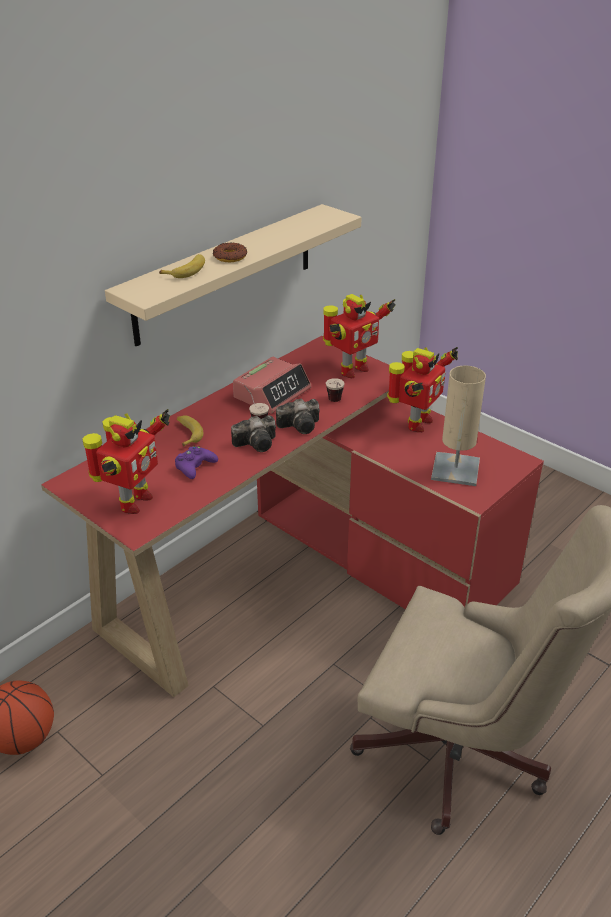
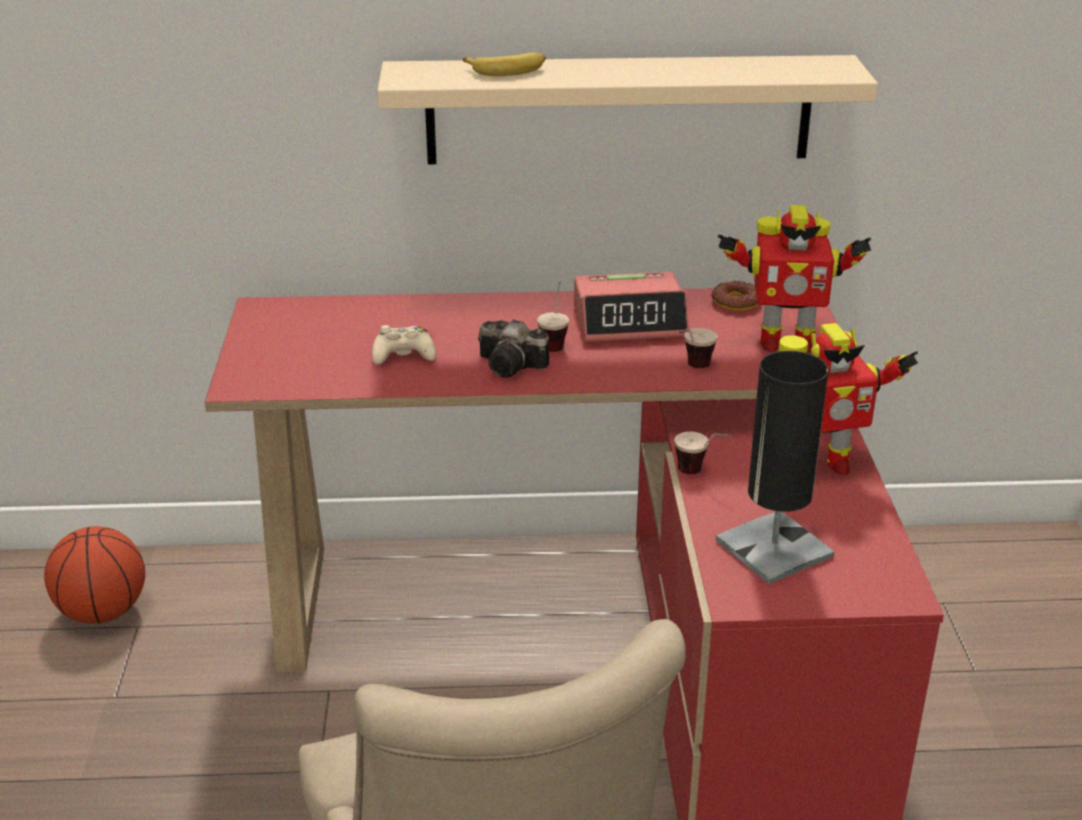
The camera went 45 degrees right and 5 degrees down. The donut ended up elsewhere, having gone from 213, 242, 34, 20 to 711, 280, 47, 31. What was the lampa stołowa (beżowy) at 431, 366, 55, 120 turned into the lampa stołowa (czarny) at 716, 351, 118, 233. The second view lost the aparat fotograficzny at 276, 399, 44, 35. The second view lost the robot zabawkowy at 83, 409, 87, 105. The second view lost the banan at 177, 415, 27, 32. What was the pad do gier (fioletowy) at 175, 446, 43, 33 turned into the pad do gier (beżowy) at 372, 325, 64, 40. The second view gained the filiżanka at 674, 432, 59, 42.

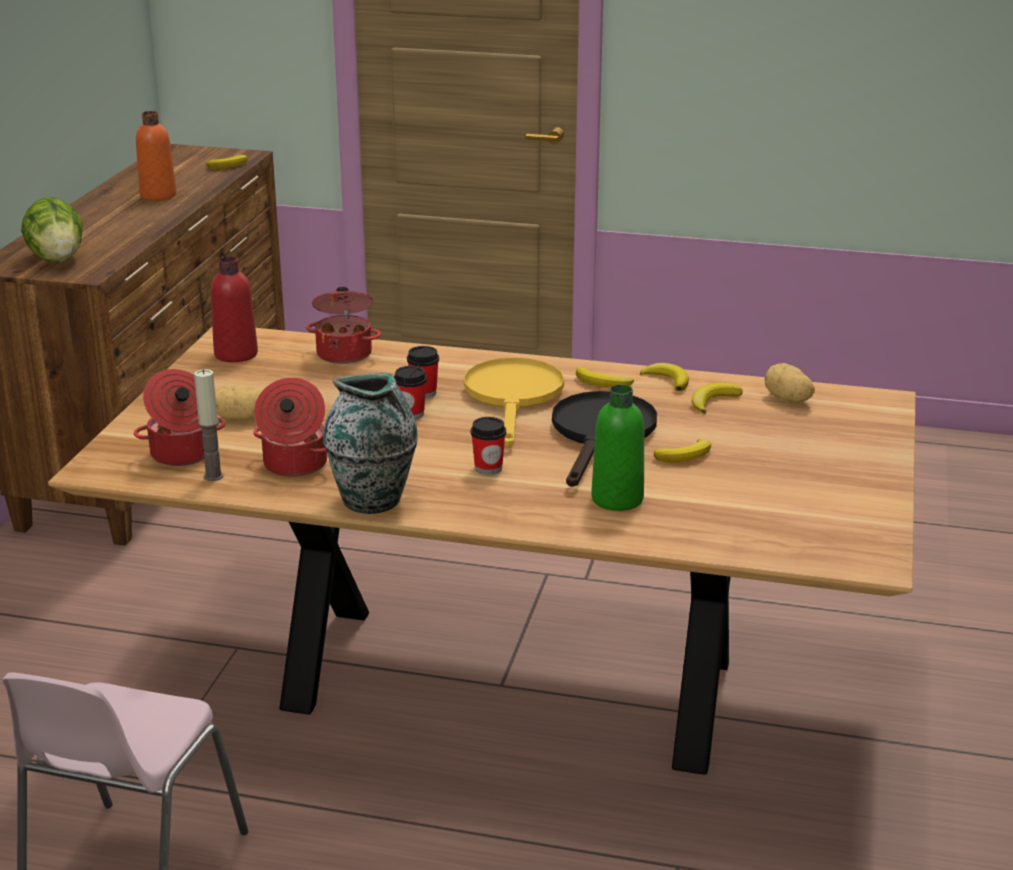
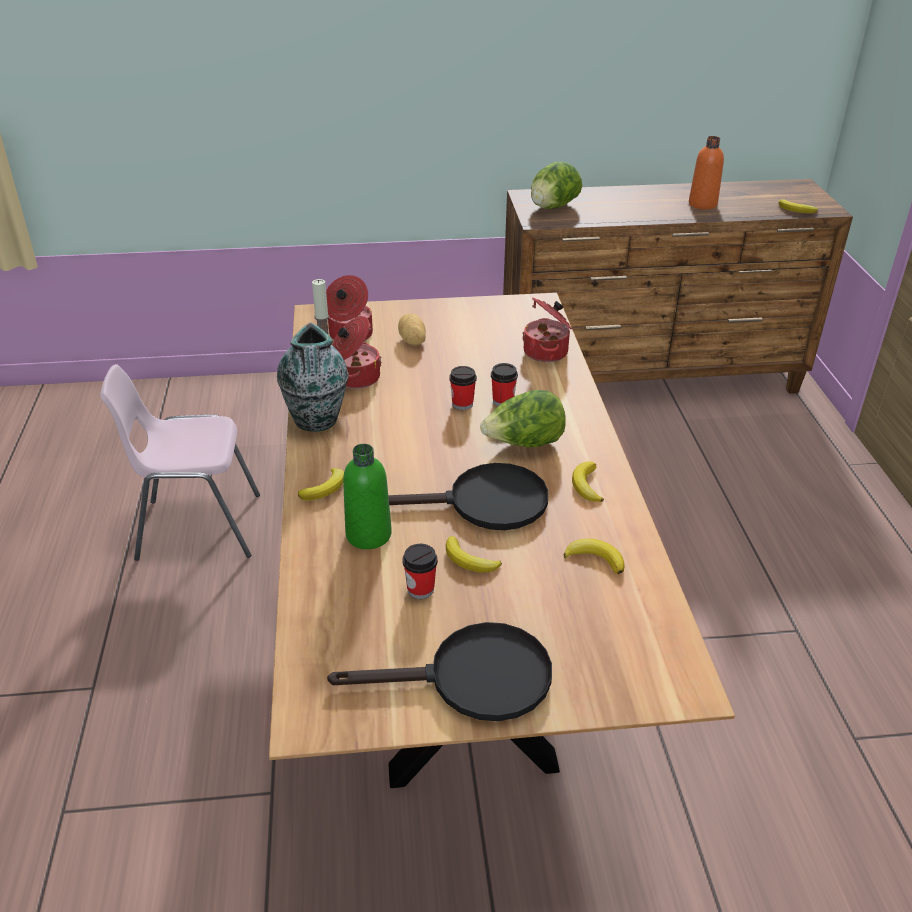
The camera went 70 degrees right and 10 degrees up. The second view lost the butelka (czerwony) at 211, 256, 47, 106. Where the patelnia (żółty) stood at 464, 357, 100, 90, the sałata came to stand at 480, 390, 86, 58. The banan ended up elsewhere, having gone from 640, 363, 49, 28 to 298, 468, 46, 32. The second view lost the ziemniak at 765, 363, 50, 40. The filiżanka ended up elsewhere, having gone from 471, 417, 35, 58 to 402, 544, 36, 55. The second view gained the patelnia (czarny) at 327, 622, 225, 99.

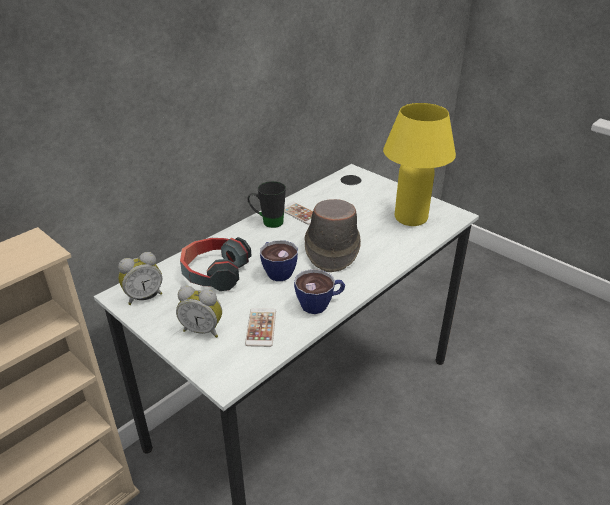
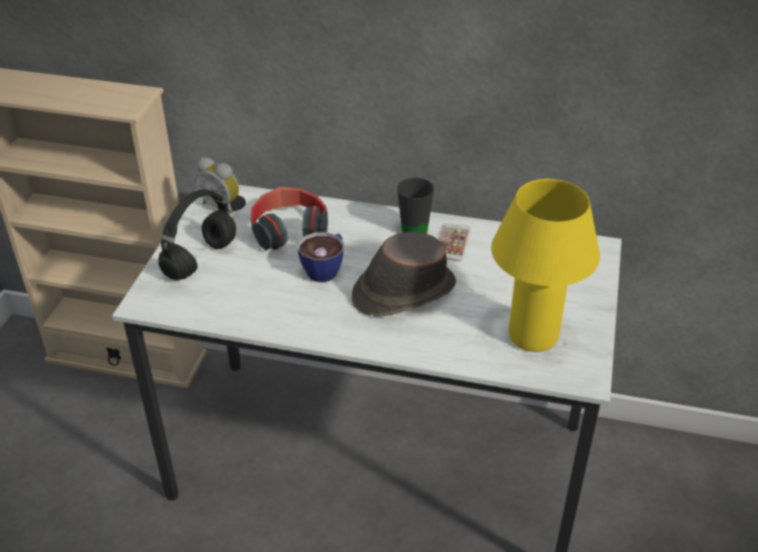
The camera went 60 degrees right and 5 degrees up. The second view lost the filiżanka at 294, 269, 51, 45. Where the budzik stood at 176, 286, 46, 52, the słuchawki (czarny) came to stand at 158, 189, 78, 91. The second view lost the telefon at 245, 308, 31, 39.

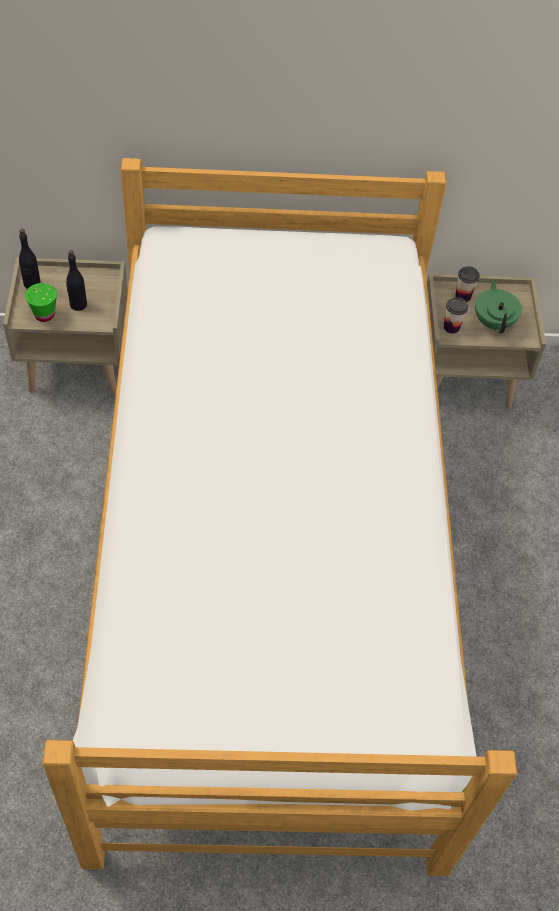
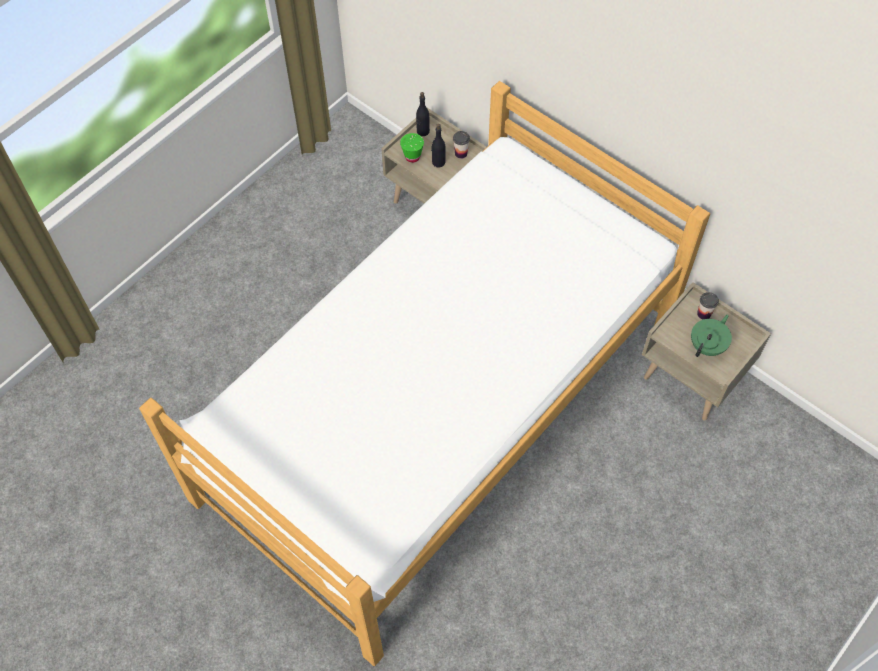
The camera went 45 degrees right and 5 degrees up. The filiżanka ended up elsewhere, having gone from 444, 297, 24, 37 to 453, 131, 17, 28.

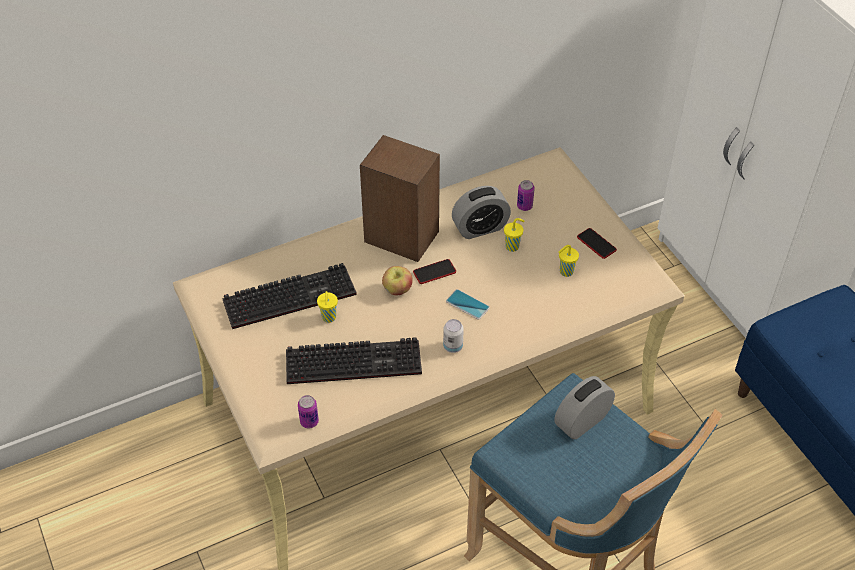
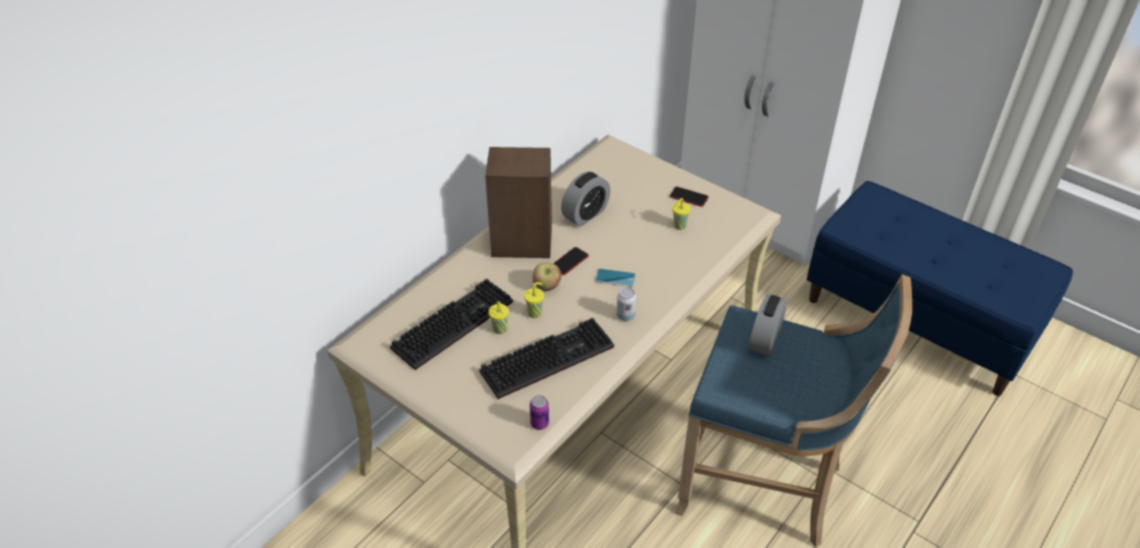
The camera went 25 degrees left and 5 degrees down. The second view lost the puszka at 517, 180, 18, 31. The filiżanka (żółty) ended up elsewhere, having gone from 504, 218, 21, 34 to 524, 282, 20, 36.

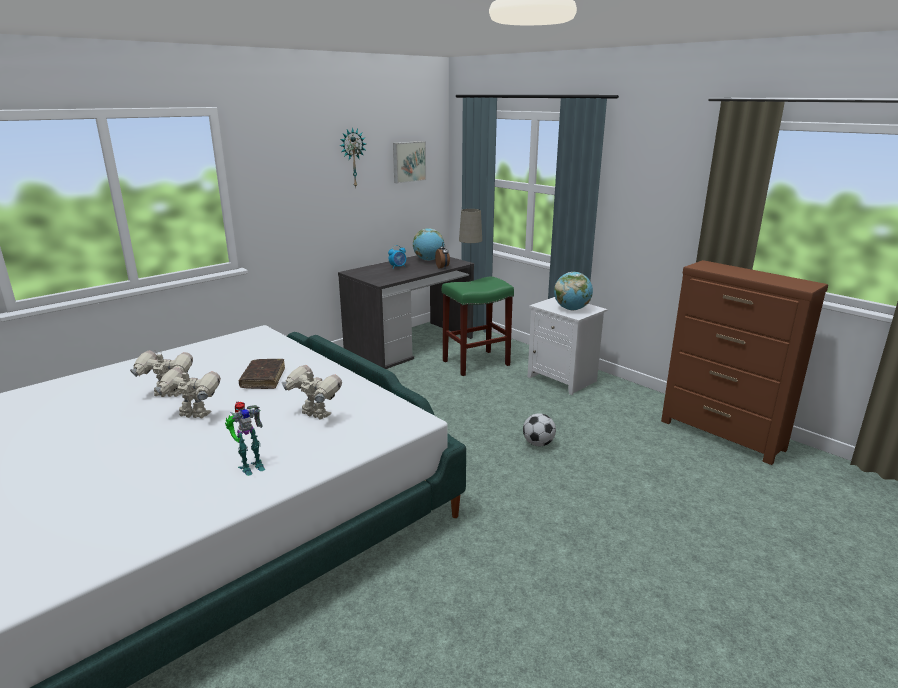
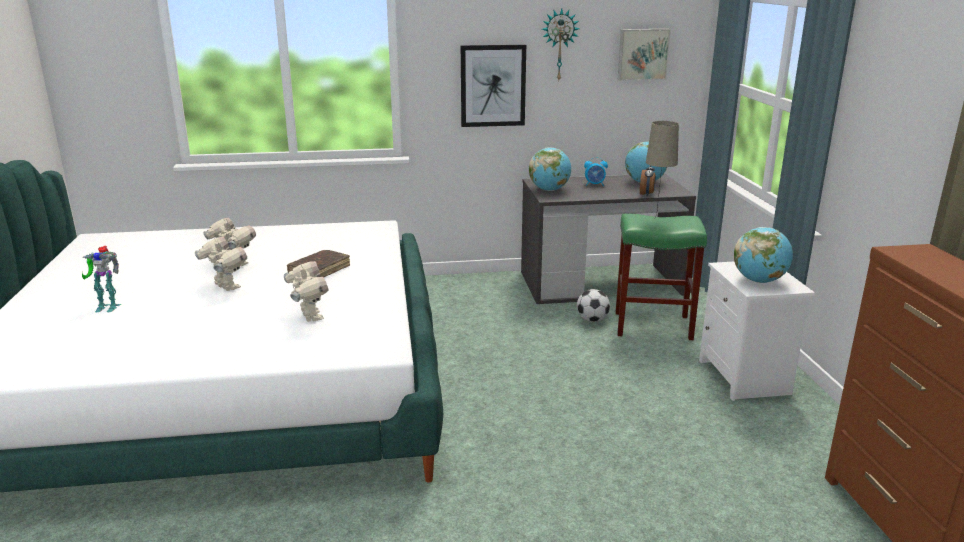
The camera went 35 degrees right and 0 degrees up. The robot zabawkowy ended up elsewhere, having gone from 225, 401, 40, 75 to 82, 246, 39, 67. The piłka futbolowa ended up elsewhere, having gone from 523, 413, 33, 33 to 577, 289, 33, 33. The second view gained the obraz at 461, 45, 65, 82. The second view gained the globus at 529, 148, 42, 43.

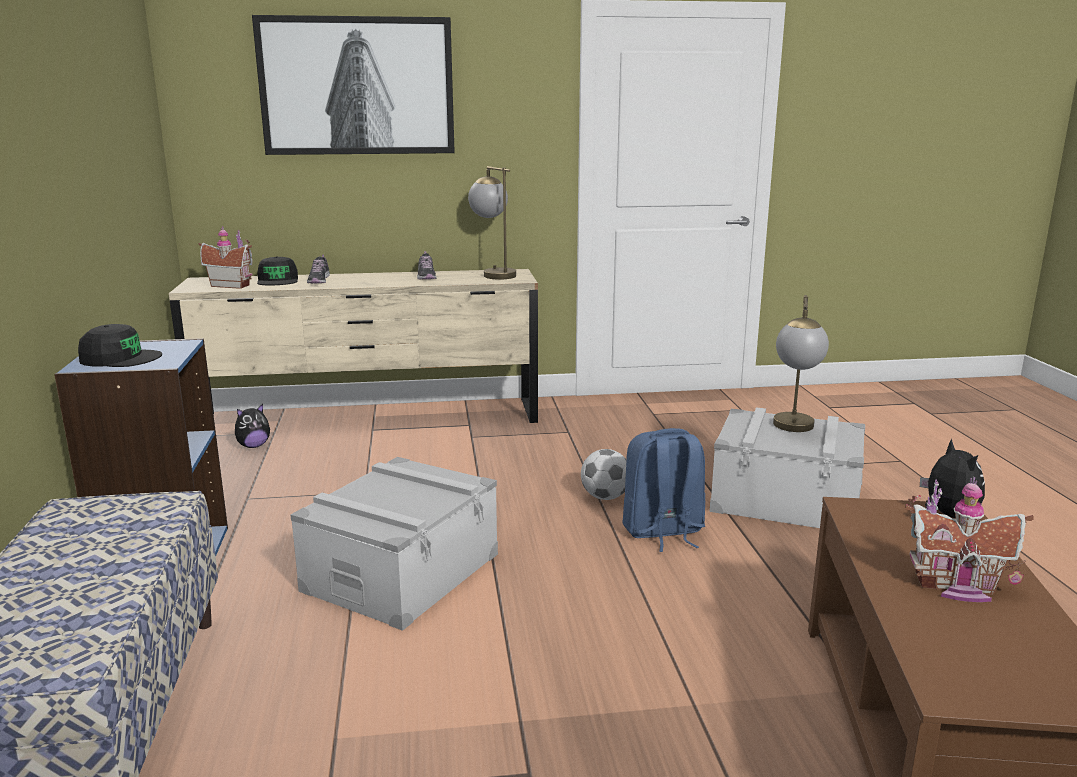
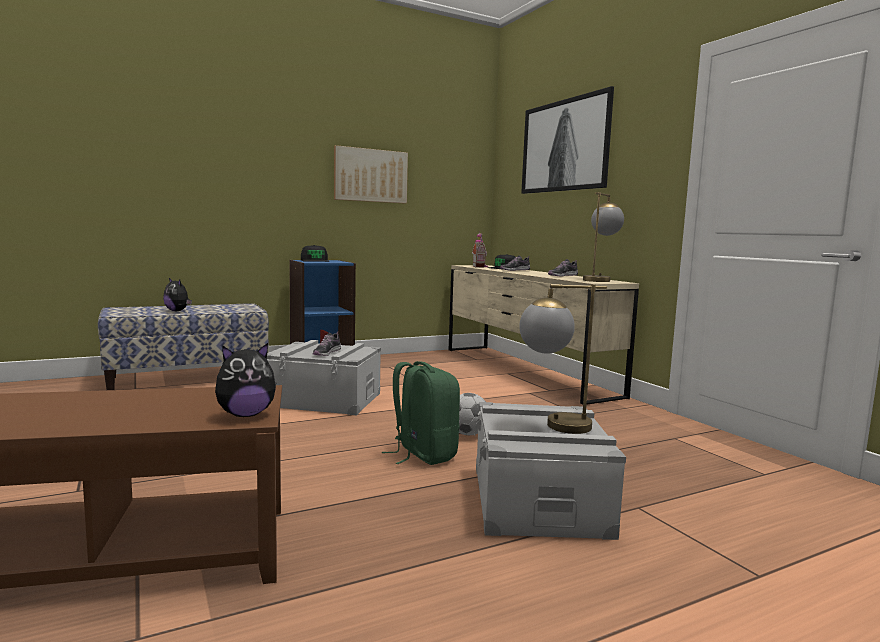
The camera went 70 degrees right and 10 degrees down. The pluszak ended up elsewhere, having gone from 235, 404, 35, 44 to 163, 278, 29, 34. What was the plecak (niebieski) at 622, 428, 83, 124 turned into the plecak (zielony) at 382, 361, 78, 104. The second view lost the domek at 905, 477, 129, 125. The second view gained the obraz at 334, 145, 74, 58. The second view gained the but at 313, 331, 28, 25.

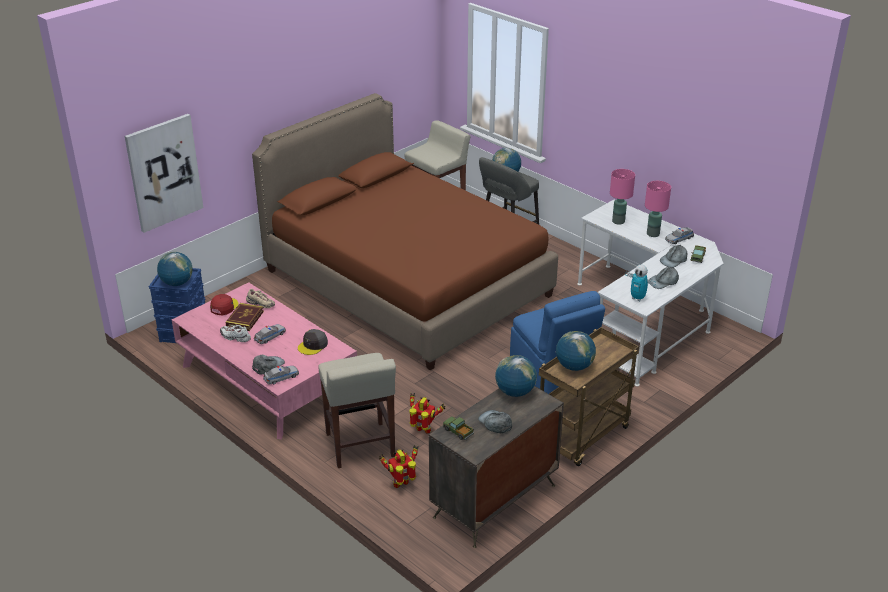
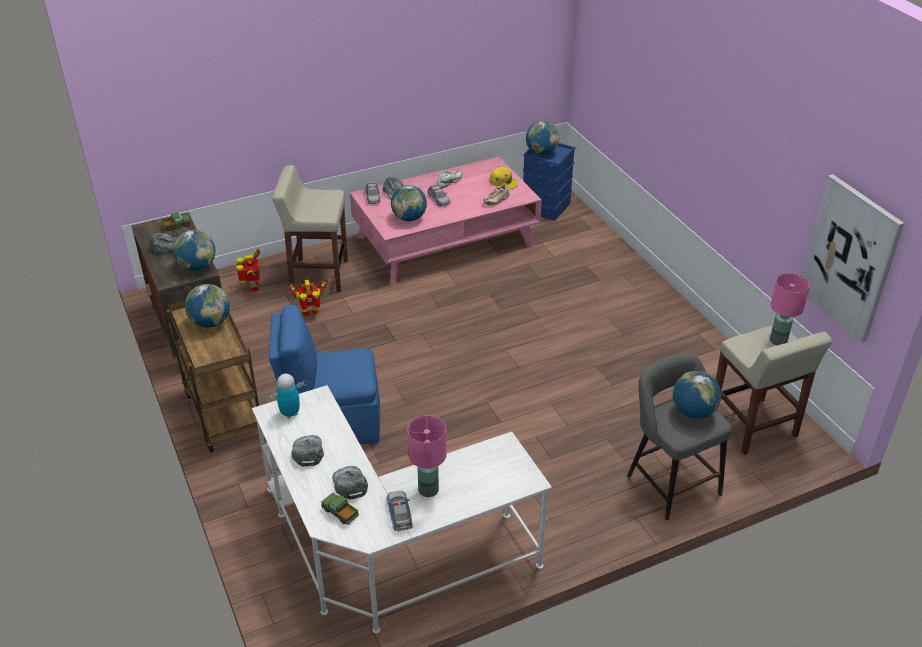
The camera went 110 degrees right and 5 degrees up. The second view lost the łóżko (brązowy) at 252, 93, 306, 278. The obraz ended up elsewhere, having gone from 125, 114, 78, 119 to 802, 174, 102, 169. The lampa stołowa (różowy) ended up elsewhere, having gone from 610, 169, 25, 56 to 770, 273, 40, 72. What was the czapka z daszkiem (czerwony) at 210, 294, 28, 21 turned into the czapka z daszkiem (żółty) at 489, 167, 29, 23. The second view lost the książka at 225, 303, 39, 28. Where the czapka z daszkiem (szary) stood at 298, 329, 30, 26, the globus came to stand at 391, 185, 36, 36. The robot zabawkowy at 409, 393, 37, 41 ended up facing another way, 150 degrees counterclockwise from before.

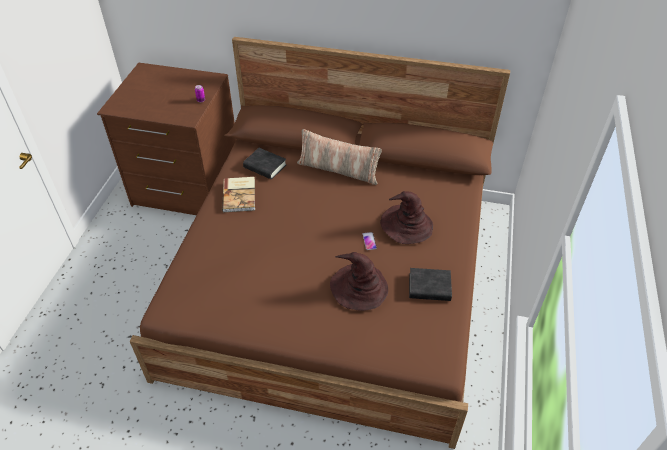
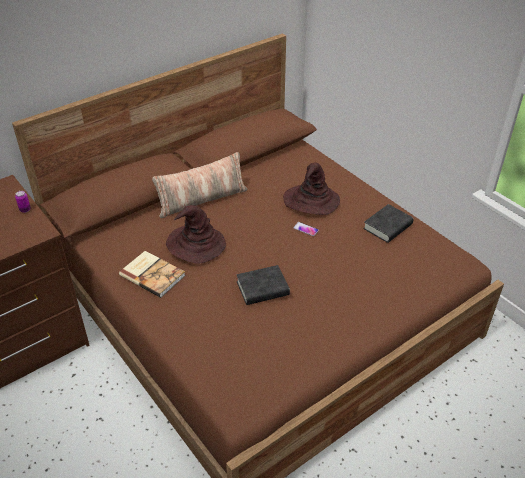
The camera went 50 degrees left and 5 degrees down. The książka (czarny) ended up elsewhere, having gone from 243, 148, 43, 31 to 237, 265, 53, 40. The kapelusz (brązowy) ended up elsewhere, having gone from 330, 252, 58, 59 to 166, 205, 60, 59.

